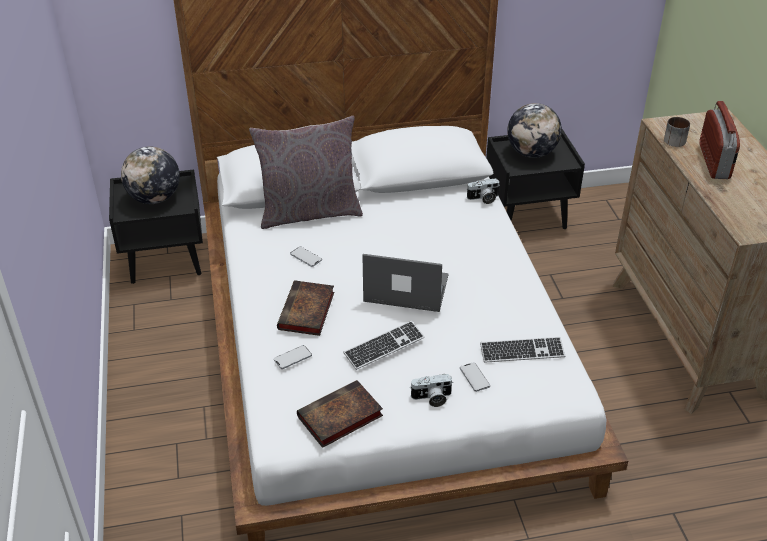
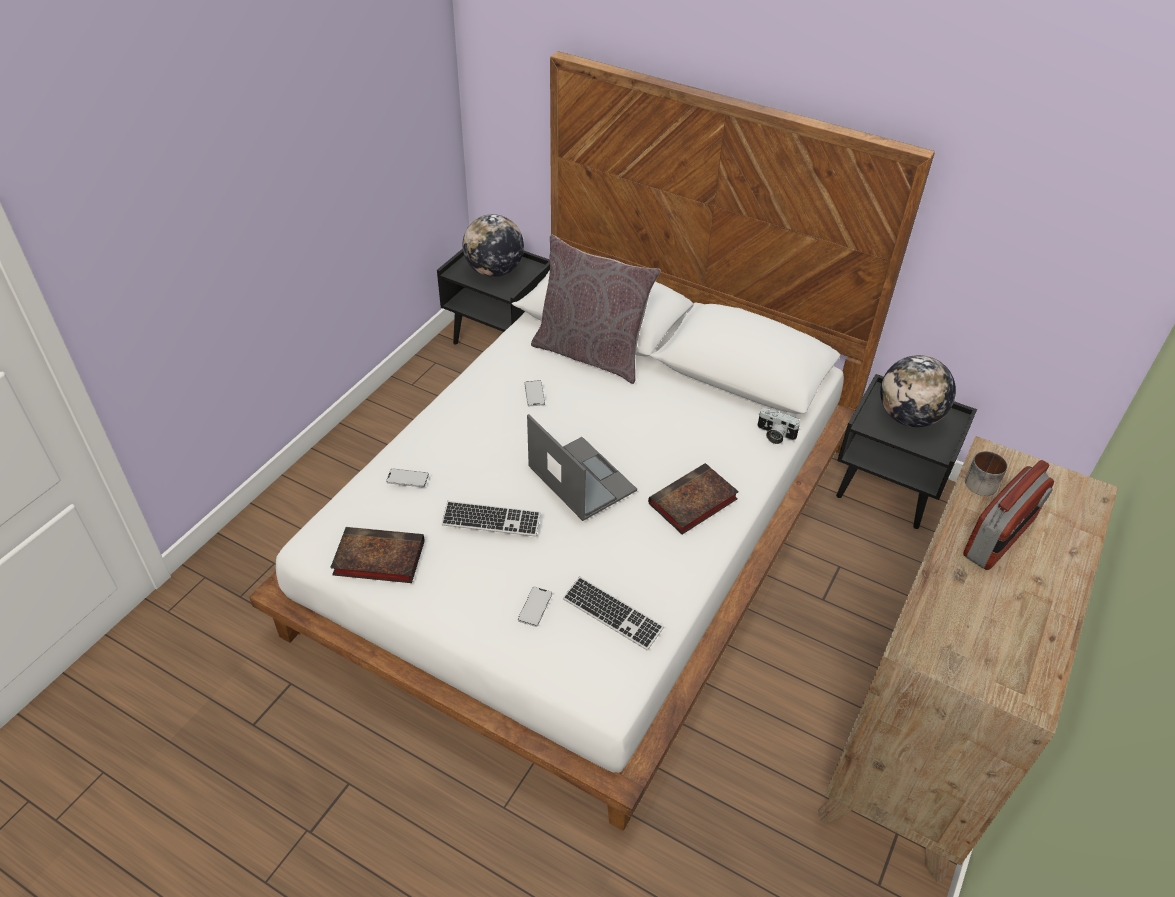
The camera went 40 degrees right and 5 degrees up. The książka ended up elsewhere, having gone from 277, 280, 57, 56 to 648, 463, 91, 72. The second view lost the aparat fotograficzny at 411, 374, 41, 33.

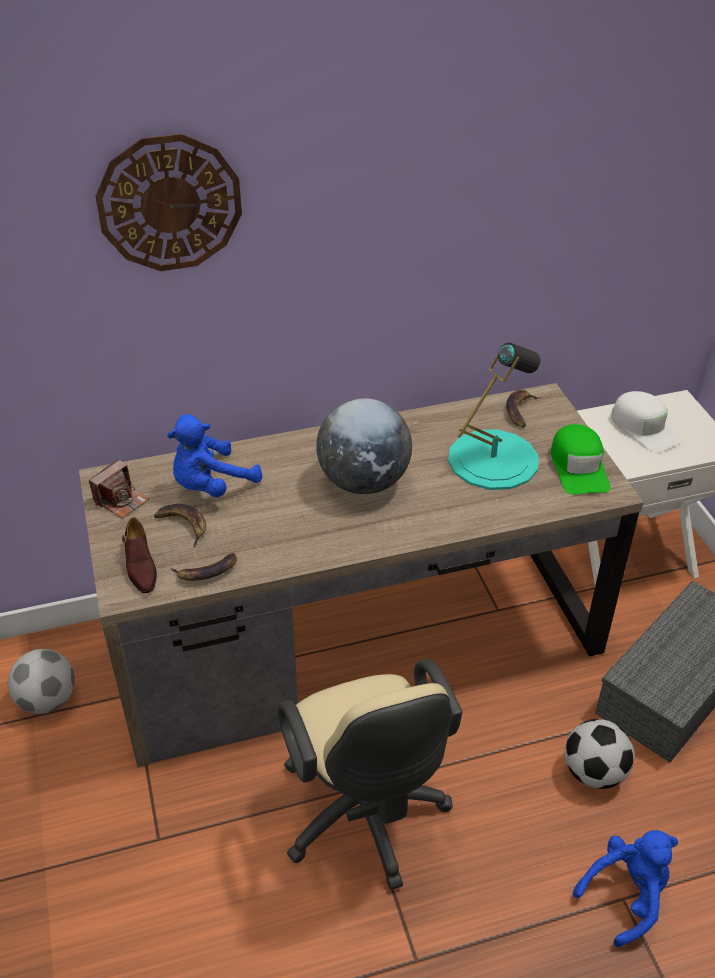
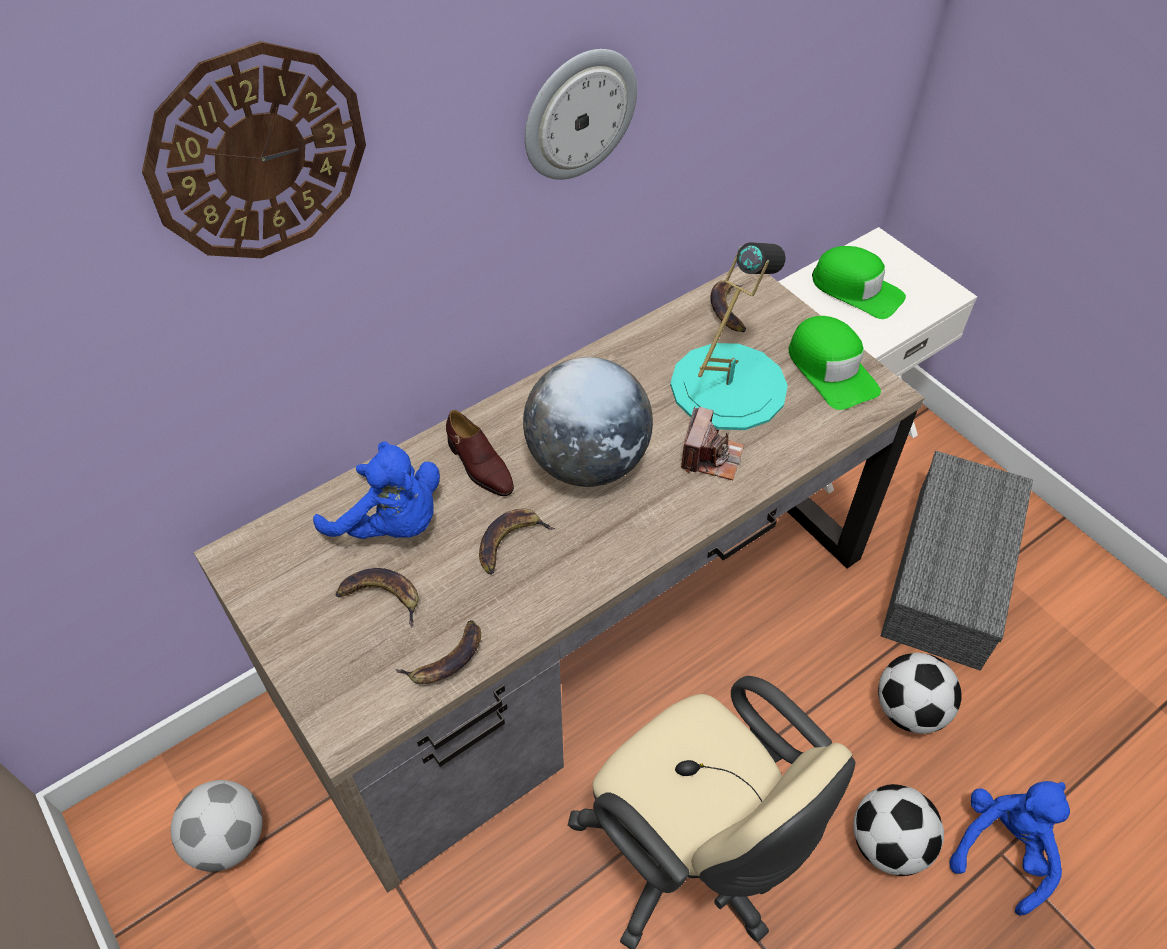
The camera went 20 degrees left and 10 degrees up. What was the czapka z daszkiem (biały) at 611, 391, 72, 62 turned into the czapka z daszkiem (zielony) at 812, 246, 94, 73. The pluszak (niebieski) at 167, 414, 95, 83 ended up facing another way, 90 degrees counterclockwise from before. The aparat fotograficzny ended up elsewhere, having gone from 89, 459, 61, 60 to 681, 406, 63, 74. The but (brązowy) ended up elsewhere, having gone from 122, 517, 35, 76 to 446, 410, 68, 86. The second view gained the zegar ścienny at 525, 49, 112, 131. The second view gained the banan at 479, 509, 76, 65. The second view gained the piłka futbolowa at 853, 784, 91, 92.

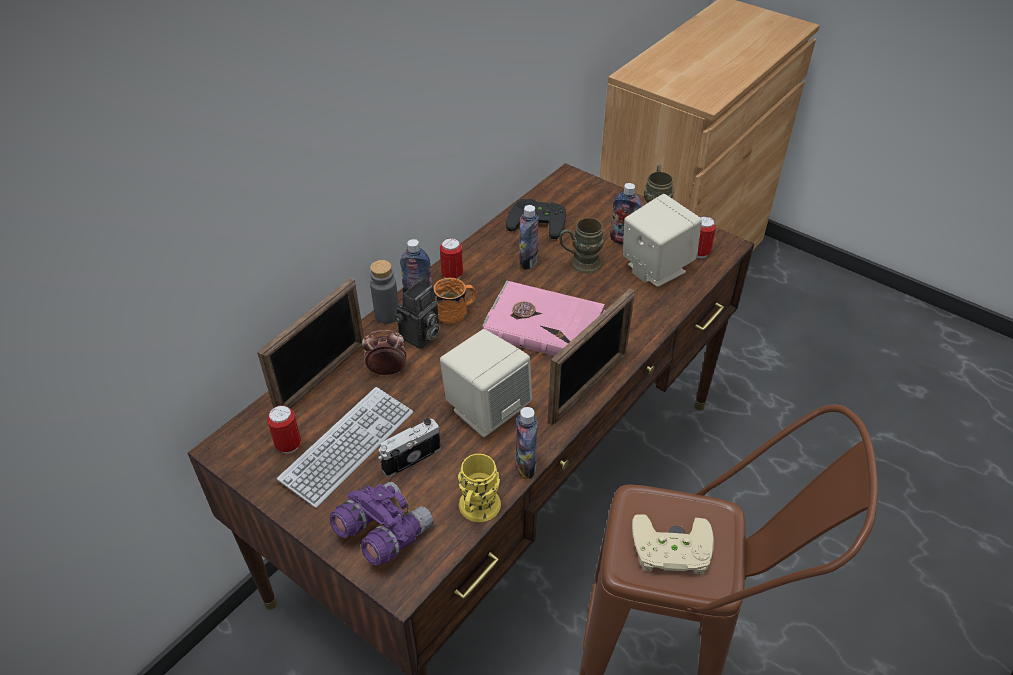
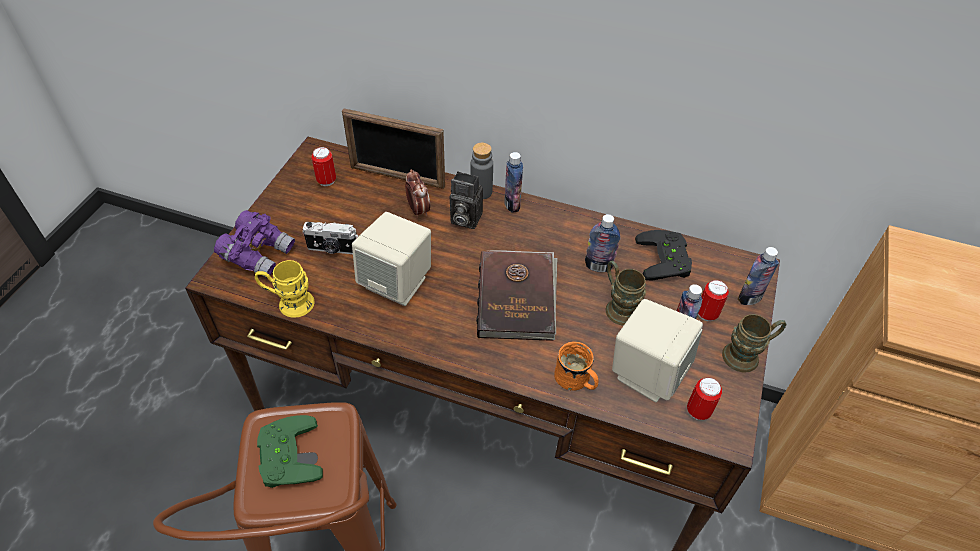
The camera went 70 degrees right and 5 degrees up. The puszka ended up elsewhere, having gone from 440, 238, 23, 41 to 698, 280, 31, 41. The kubek (pomarańczowy) ended up elsewhere, having gone from 433, 278, 43, 46 to 554, 341, 45, 50. What was the książka (różowy) at 482, 281, 123, 75 turned into the książka (brązowy) at 476, 250, 81, 91. The second view lost the ramka na zdjęcie at 548, 289, 87, 136. The second view lost the klawiatura at 277, 387, 136, 121. The butelka ended up elsewhere, having gone from 516, 407, 22, 72 to 738, 247, 41, 58. The aparat fotograficzny at 378, 418, 63, 59 ended up facing another way, 150 degrees clockwise from before. What was the pad do gier (beżowy) at 632, 514, 82, 60 turned into the pad do gier (zielony) at 257, 415, 66, 73.

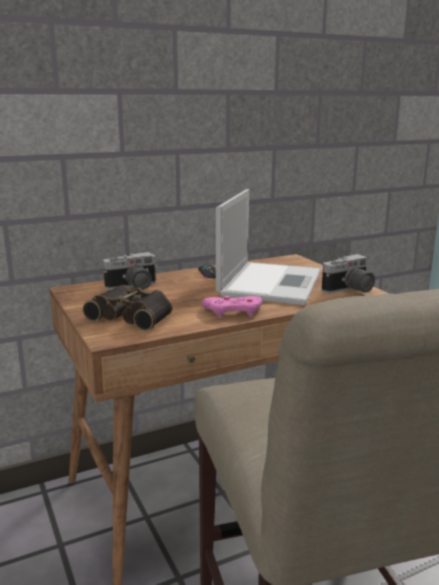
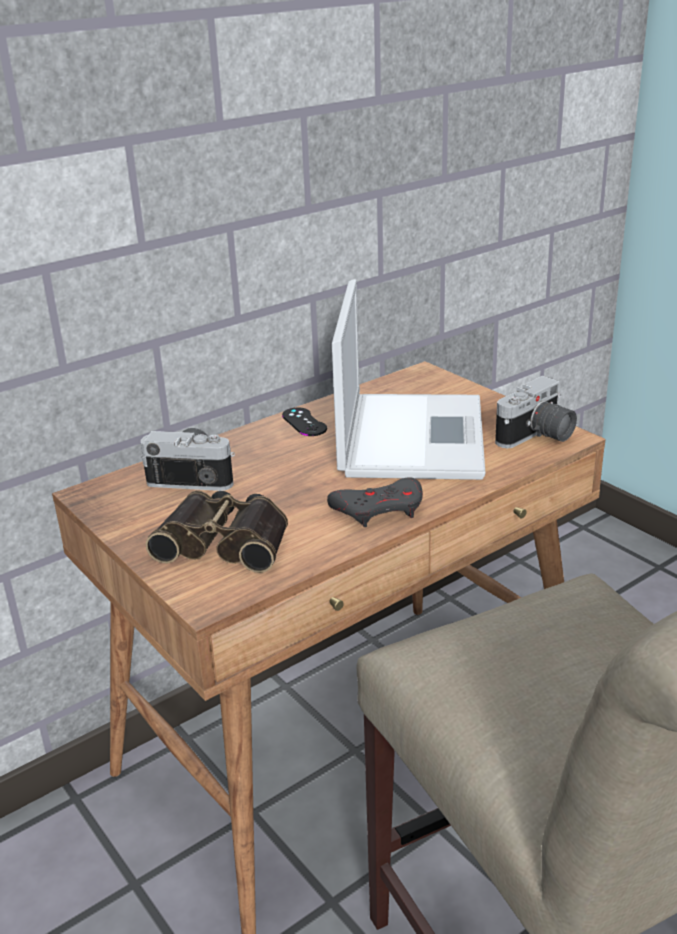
The camera went 10 degrees left and 10 degrees up. The aparat fotograficzny at 103, 252, 55, 38 ended up facing another way, 135 degrees counterclockwise from before. What was the pad do gier (różowy) at 202, 296, 60, 22 turned into the pad do gier (szary) at 327, 477, 96, 50.

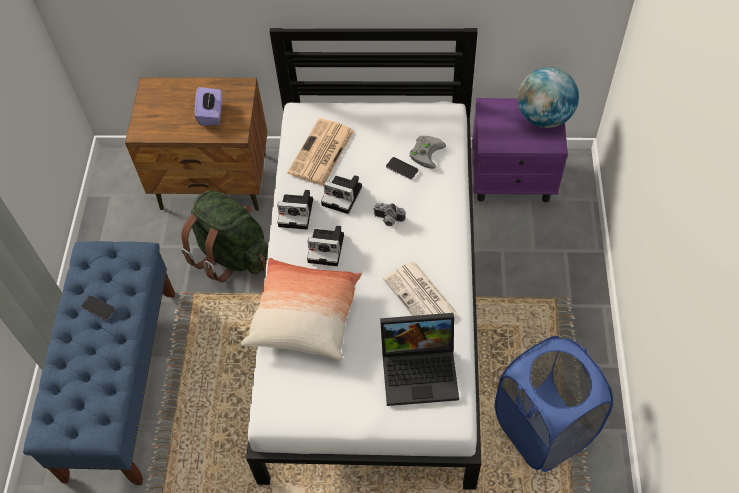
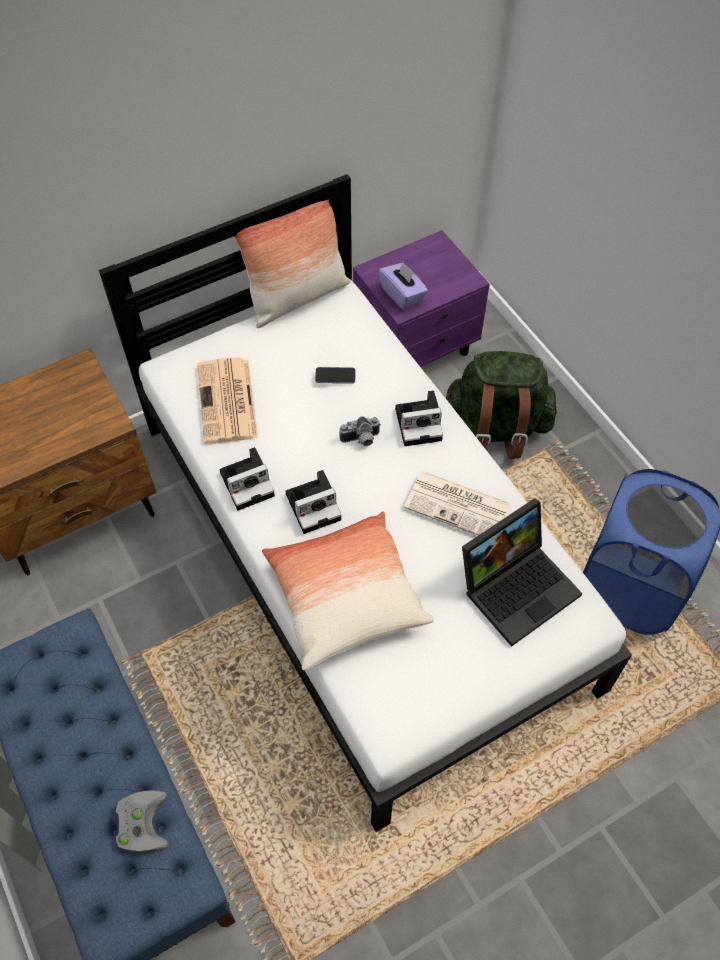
The camera went 35 degrees left and 0 degrees up. The second view lost the globus at 518, 67, 61, 61. The pudełko chusteczek (fioletowy) ended up elsewhere, having gone from 195, 87, 27, 39 to 378, 262, 50, 49. The pad do gier (szary) ended up elsewhere, having gone from 409, 136, 37, 33 to 116, 791, 53, 62. The aparat fotograficzny ended up elsewhere, having gone from 321, 175, 41, 39 to 395, 390, 48, 56. The plecak (zielony) ended up elsewhere, having gone from 181, 190, 87, 92 to 445, 351, 113, 108. The second view lost the telefon at 81, 295, 35, 25. The second view gained the poduszka at 234, 199, 117, 129.

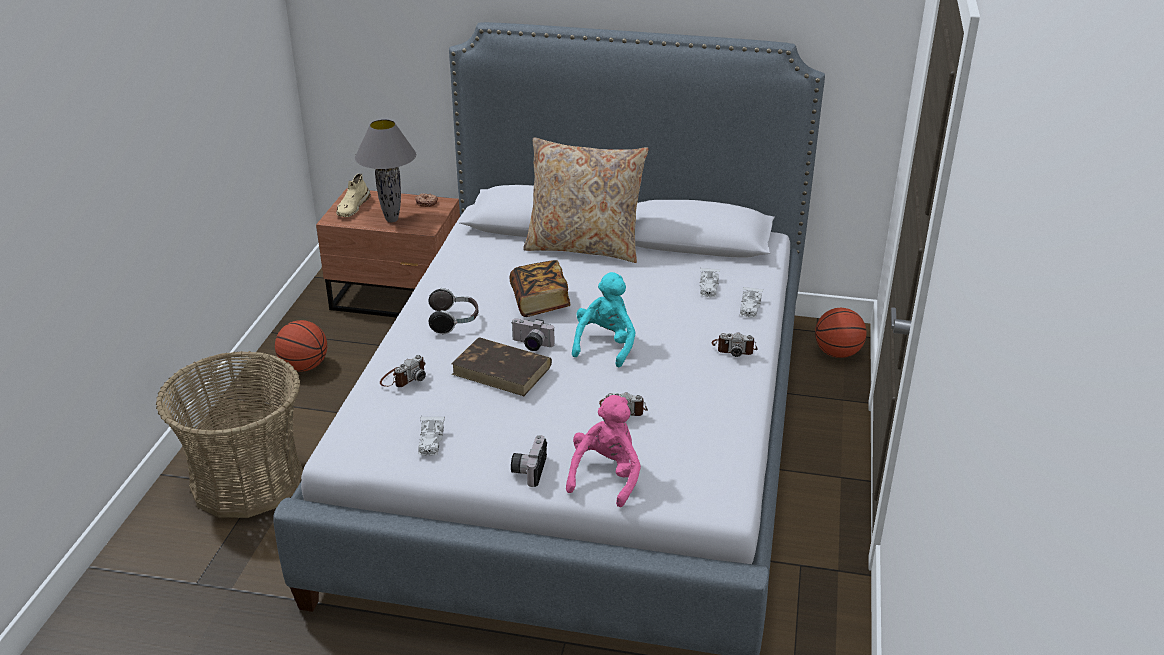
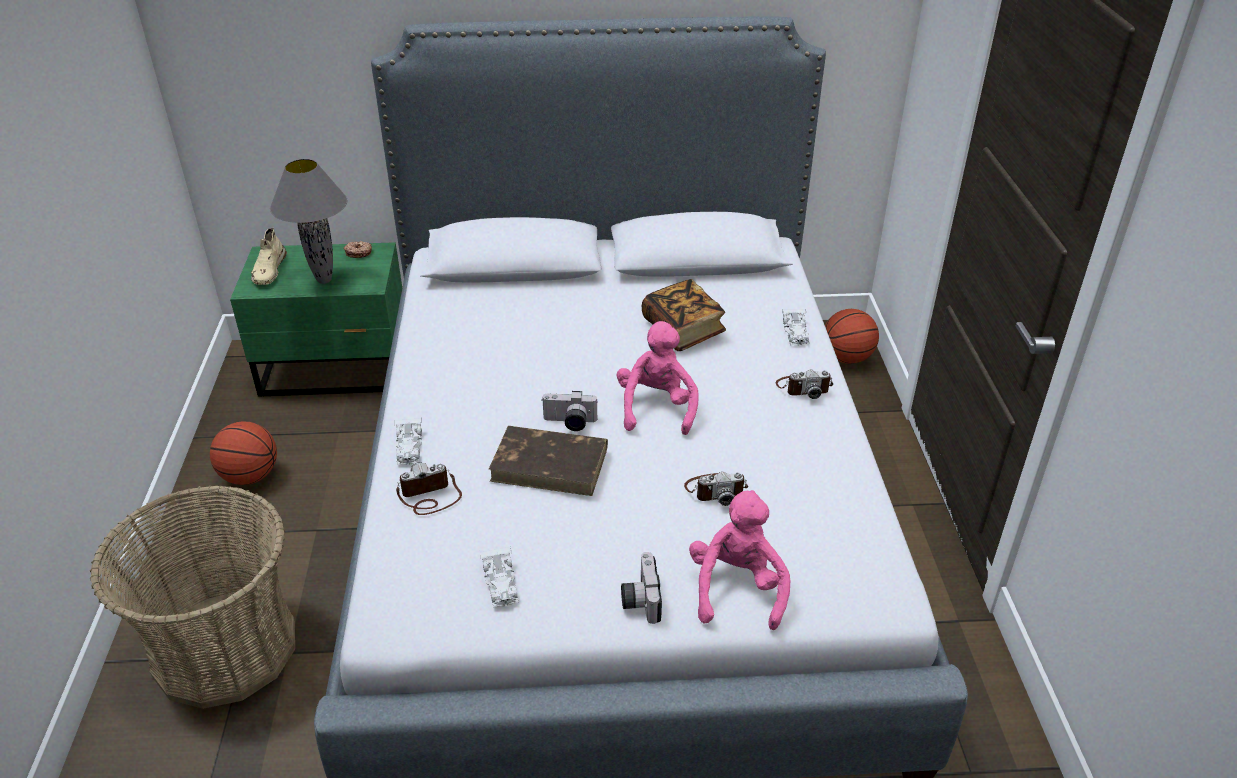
The camera went 15 degrees left and 5 degrees up. The second view lost the poduszka (beżowy) at 523, 138, 125, 125. What was the szafka nocna (brązowy) at 316, 188, 144, 130 turned into the szafka nocna (zielony) at 230, 242, 172, 155. The książka ended up elsewhere, having gone from 509, 260, 61, 57 to 642, 279, 84, 72. The samochodzik (biały) ended up elsewhere, having gone from 700, 268, 20, 29 to 394, 418, 28, 47. What was the pluszak (turkusowy) at 572, 272, 64, 95 turned into the pluszak (różowy) at 617, 321, 82, 114. The second view lost the słuchawki at 429, 288, 49, 47. The aparat fotograficzny at 380, 355, 46, 32 ended up facing another way, 135 degrees counterclockwise from before.

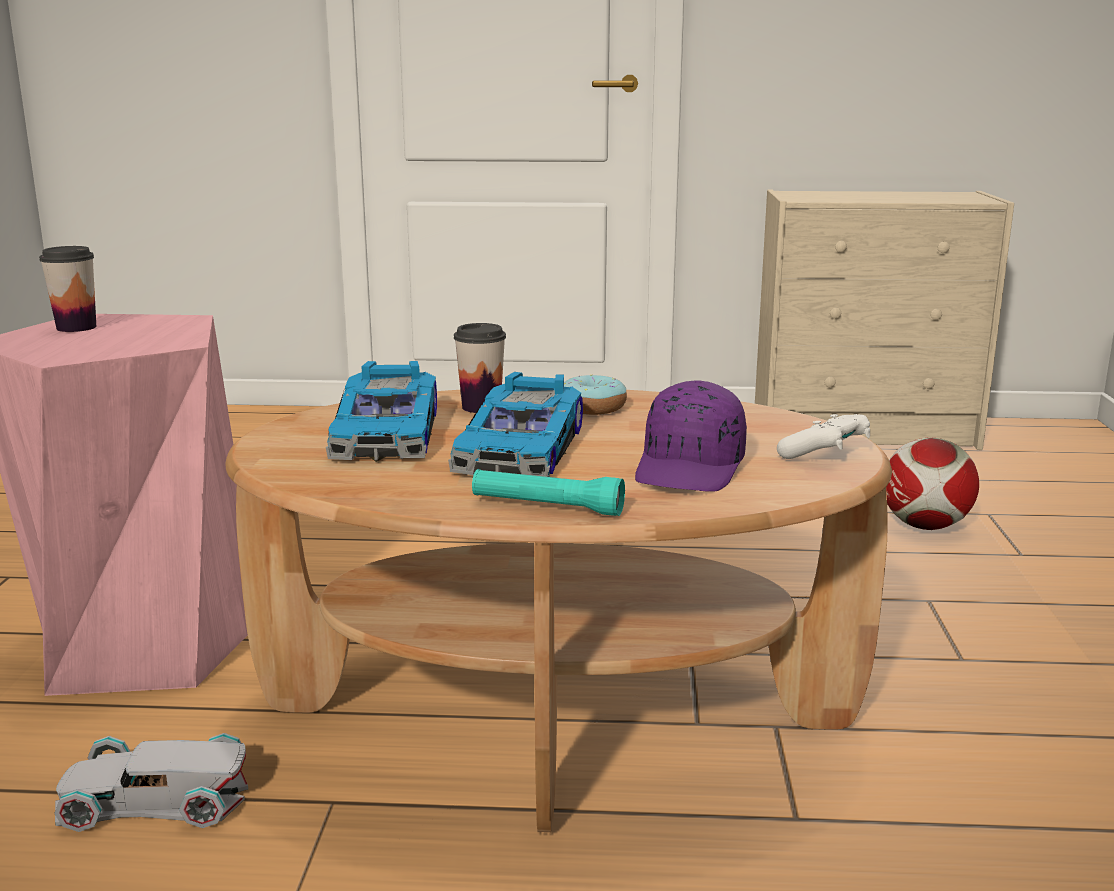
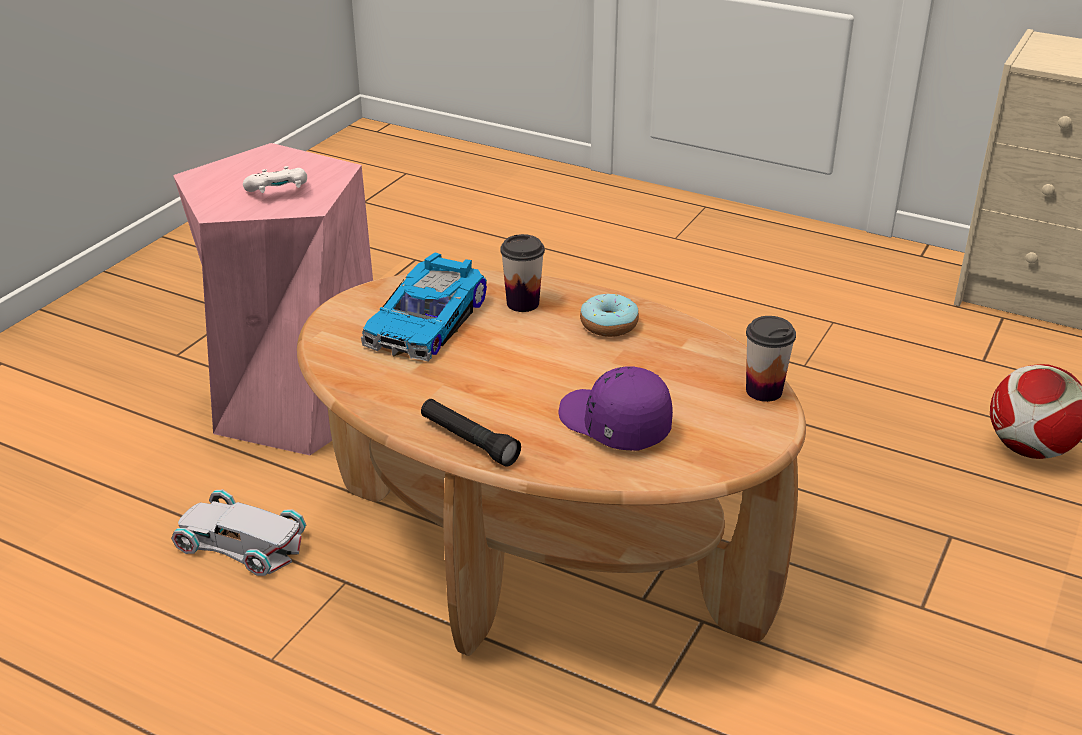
The camera went 25 degrees right and 15 degrees up. The filiżanka ended up elsewhere, having gone from 39, 246, 57, 86 to 746, 316, 50, 86. The second view lost the samochodzik at 448, 372, 135, 105. The czapka z daszkiem (fioletowy) at 635, 381, 112, 111 ended up facing another way, 90 degrees clockwise from before. The pad do gier (biały) ended up elsewhere, having gone from 777, 414, 93, 45 to 243, 166, 64, 27. What was the latarka (turkusowy) at 472, 469, 153, 47 turned into the latarka (czarny) at 421, 399, 100, 68.

